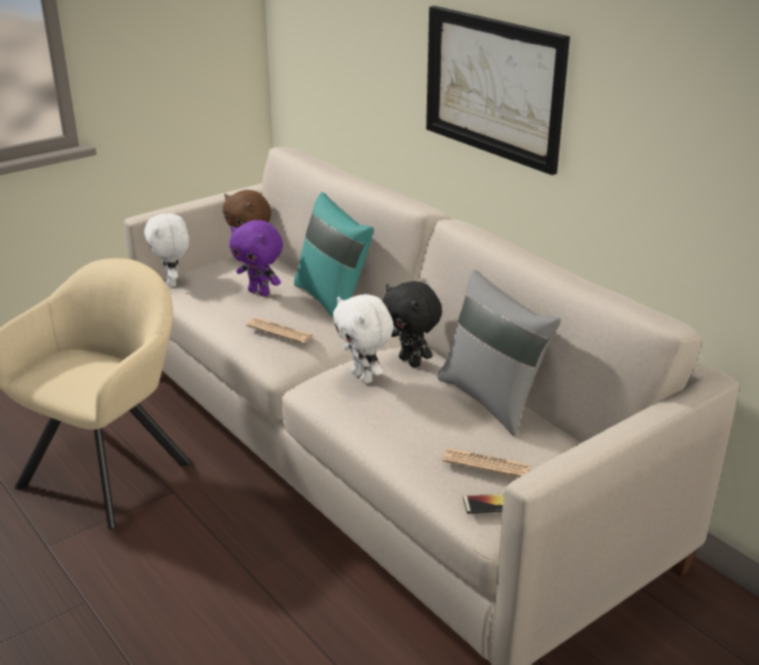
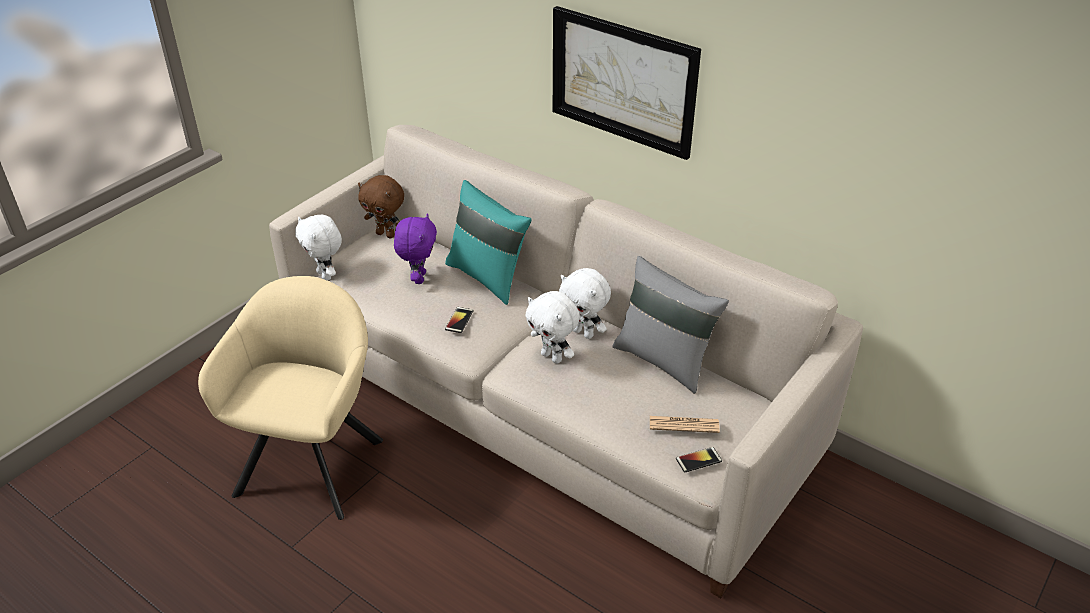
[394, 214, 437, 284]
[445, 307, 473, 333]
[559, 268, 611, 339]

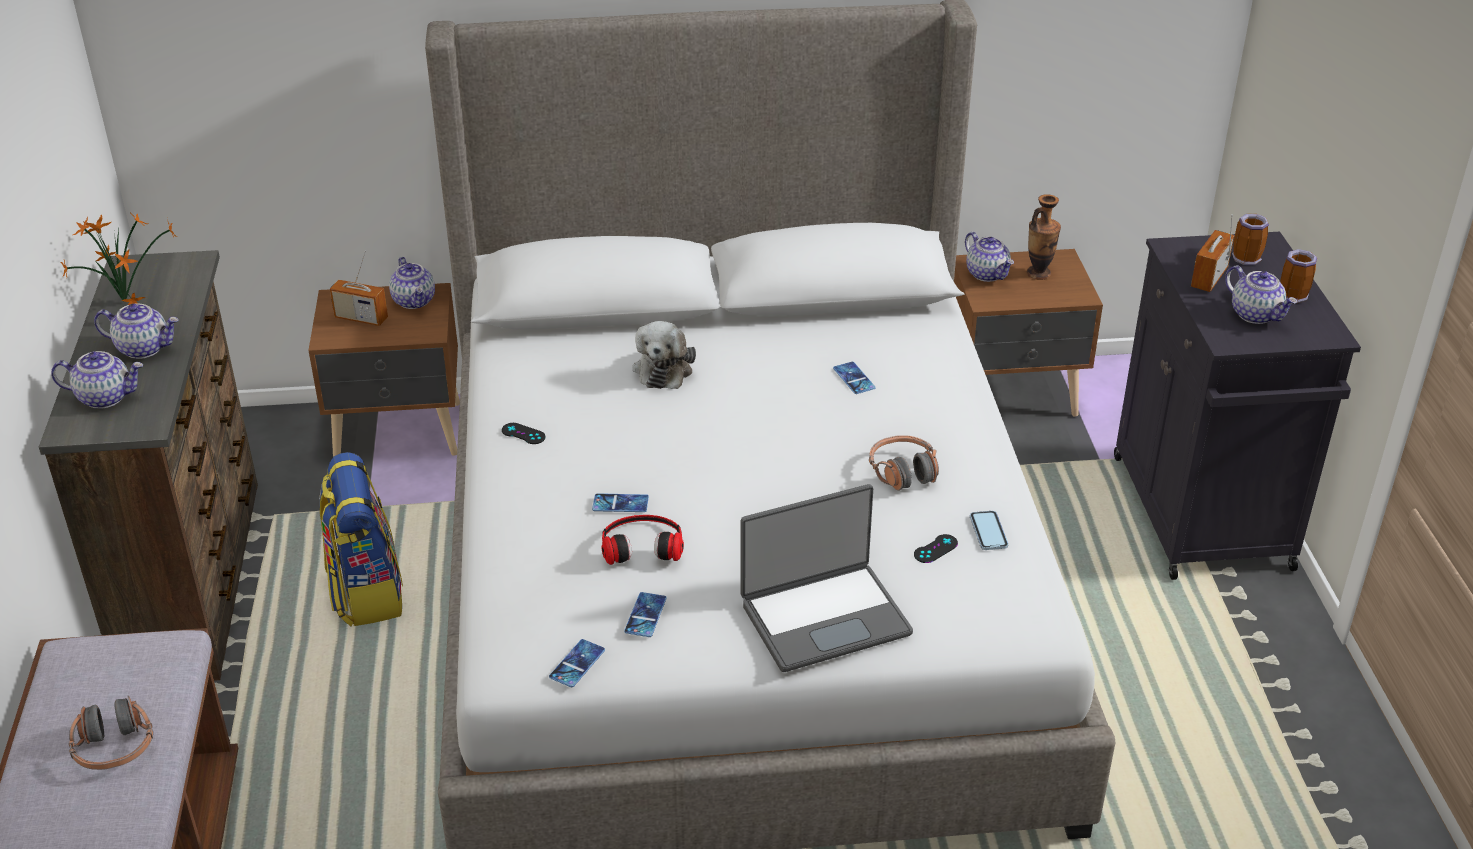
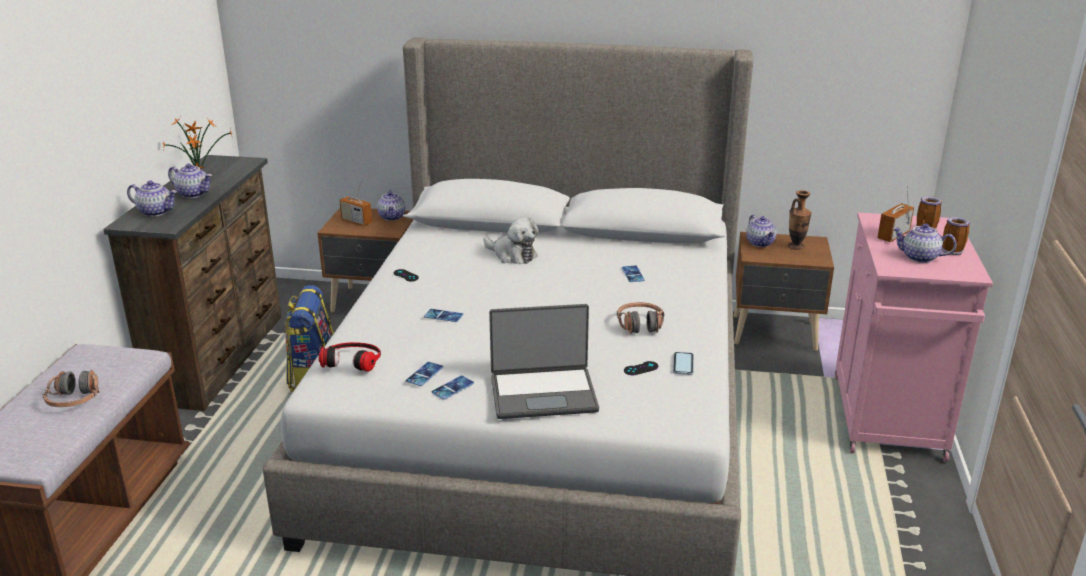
[319, 342, 381, 372]
[431, 375, 474, 400]
[484, 217, 539, 264]
[835, 212, 993, 462]
[892, 223, 956, 263]

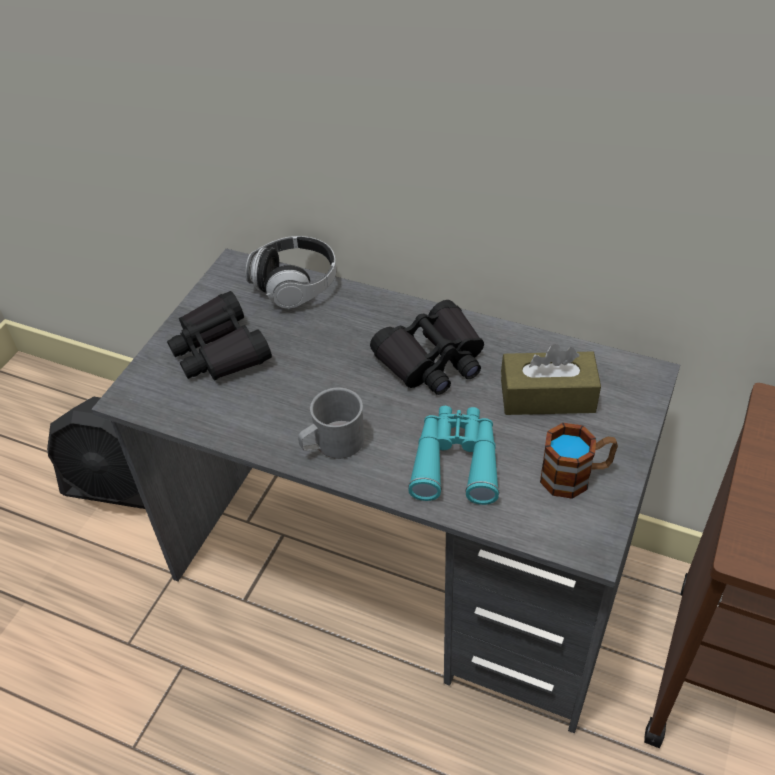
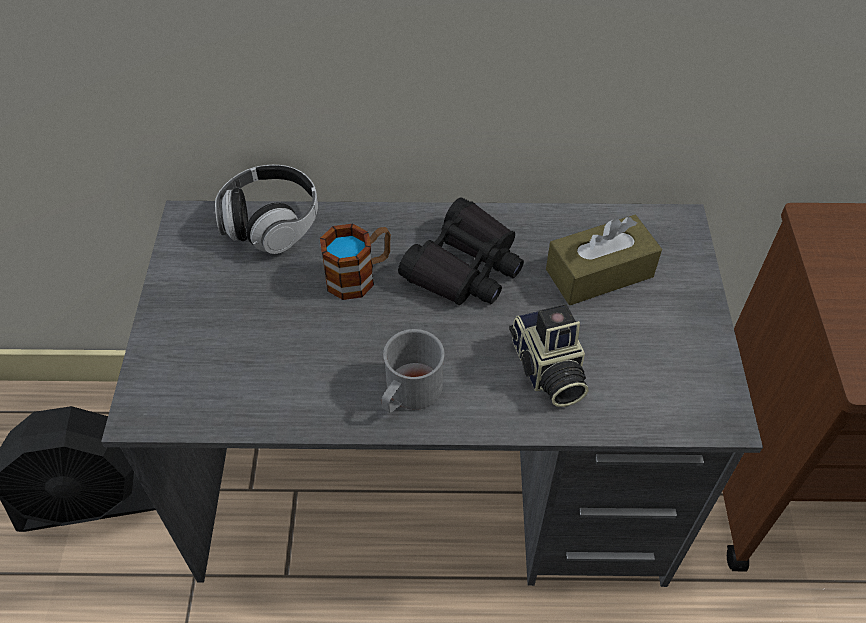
[320, 224, 391, 300]
[509, 304, 589, 407]
[167, 291, 272, 380] (first image)

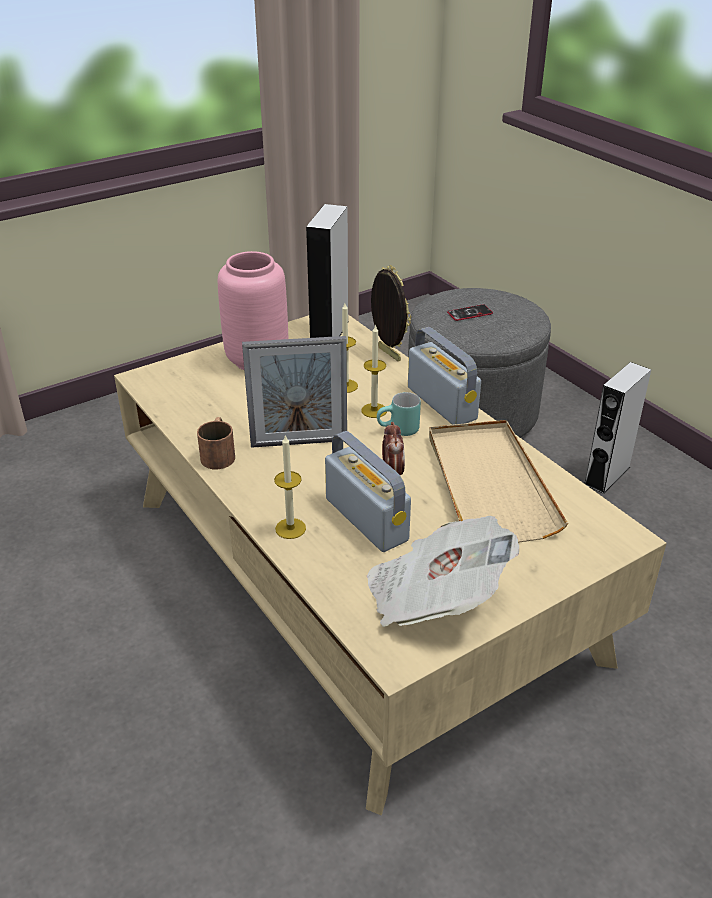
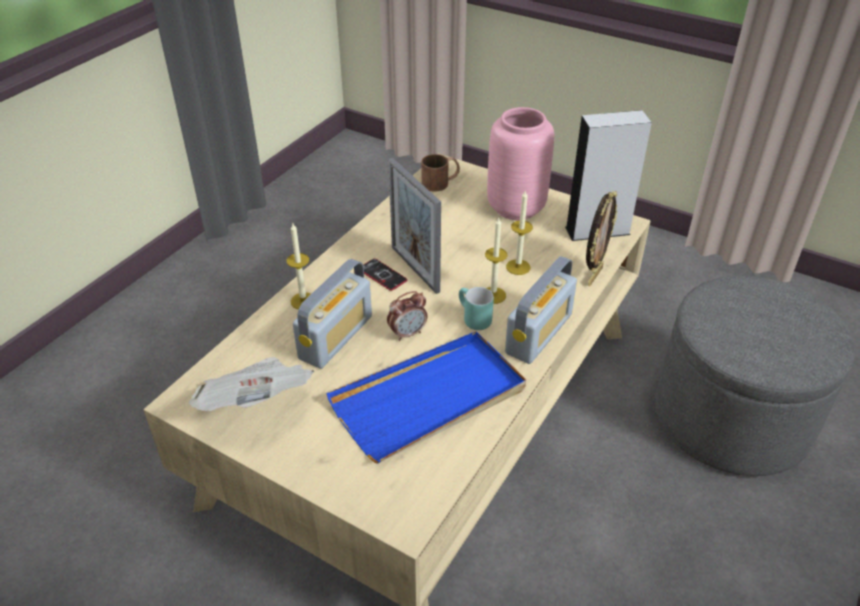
[326, 331, 526, 464]
[363, 258, 407, 291]
[421, 154, 460, 192]
[584, 362, 651, 494] (first image)

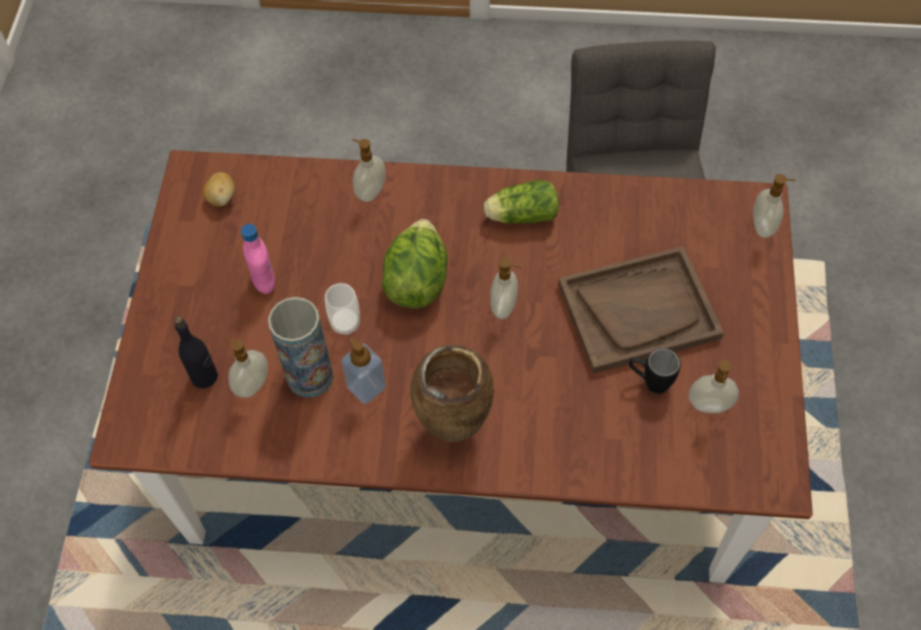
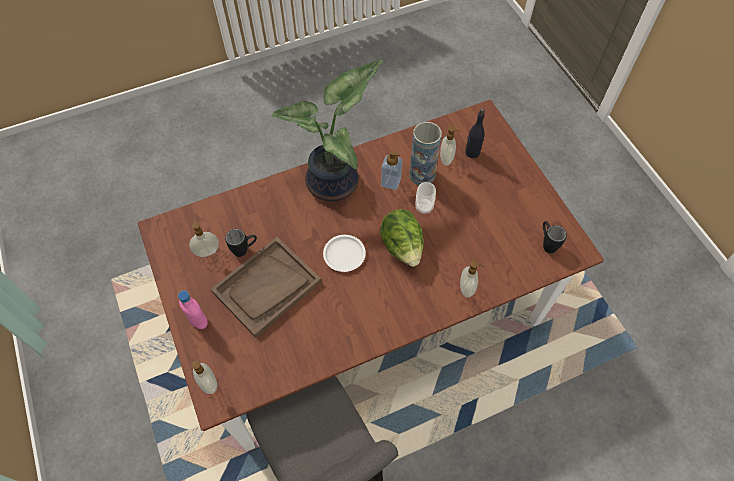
[178, 290, 208, 329]
[271, 60, 383, 201]
[323, 235, 366, 272]
[543, 221, 567, 253]
[484, 180, 559, 224] (first image)

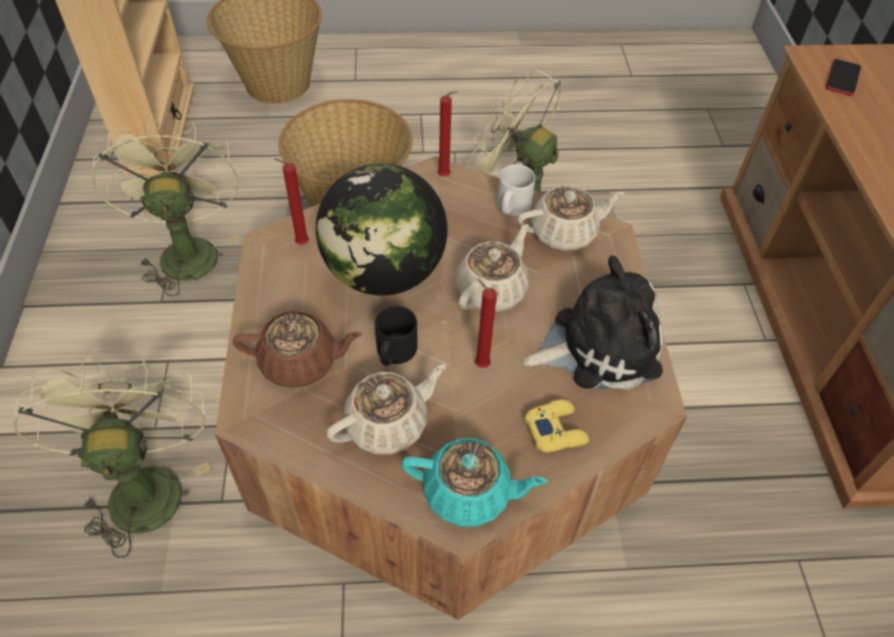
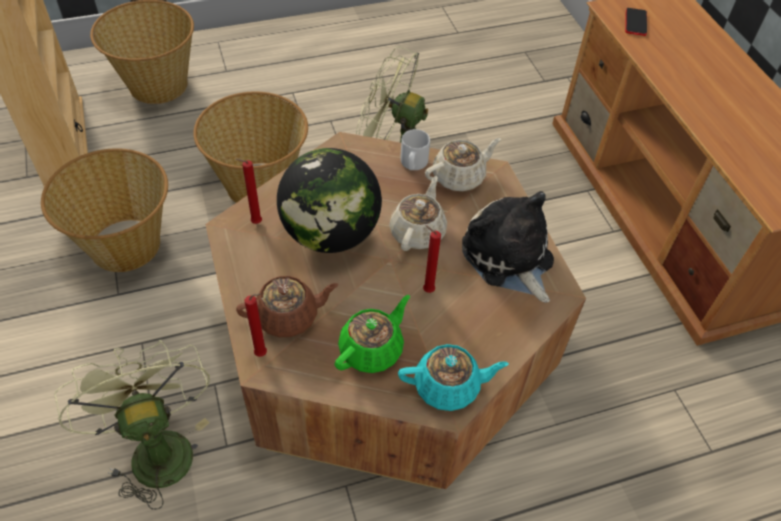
[41, 148, 168, 272]
[245, 293, 267, 357]
[334, 295, 410, 373]
[462, 191, 554, 303]
[375, 306, 418, 365] (first image)
[524, 399, 589, 453] (first image)

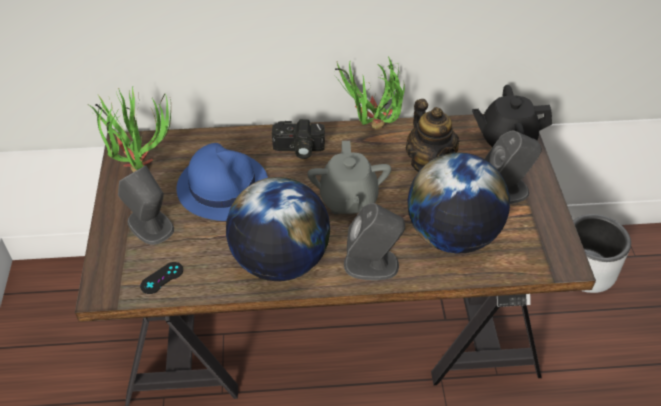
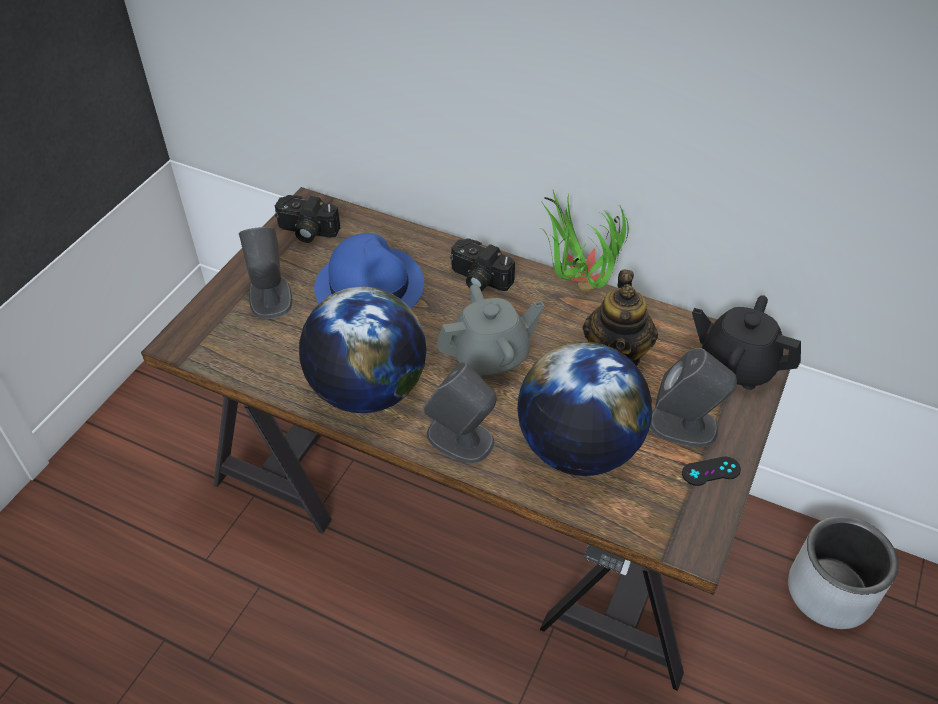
[275, 195, 340, 243]
[437, 284, 544, 378]
[682, 457, 741, 486]

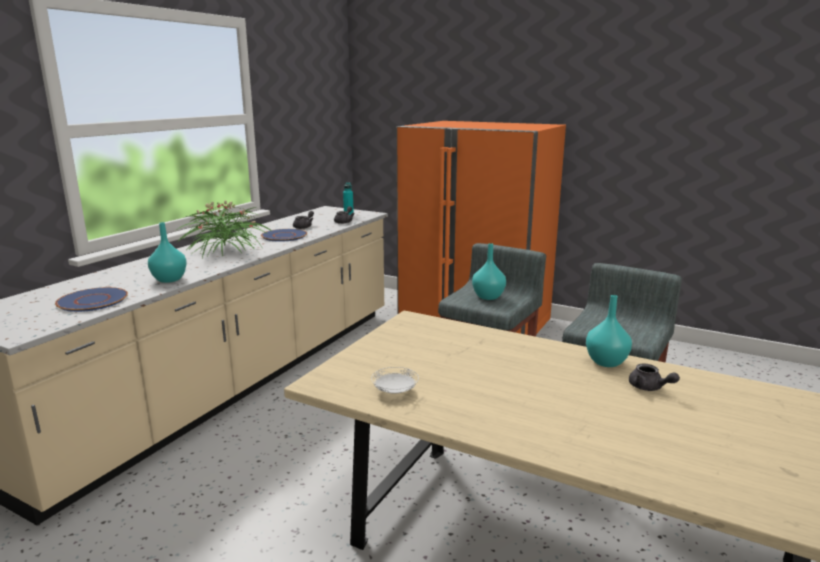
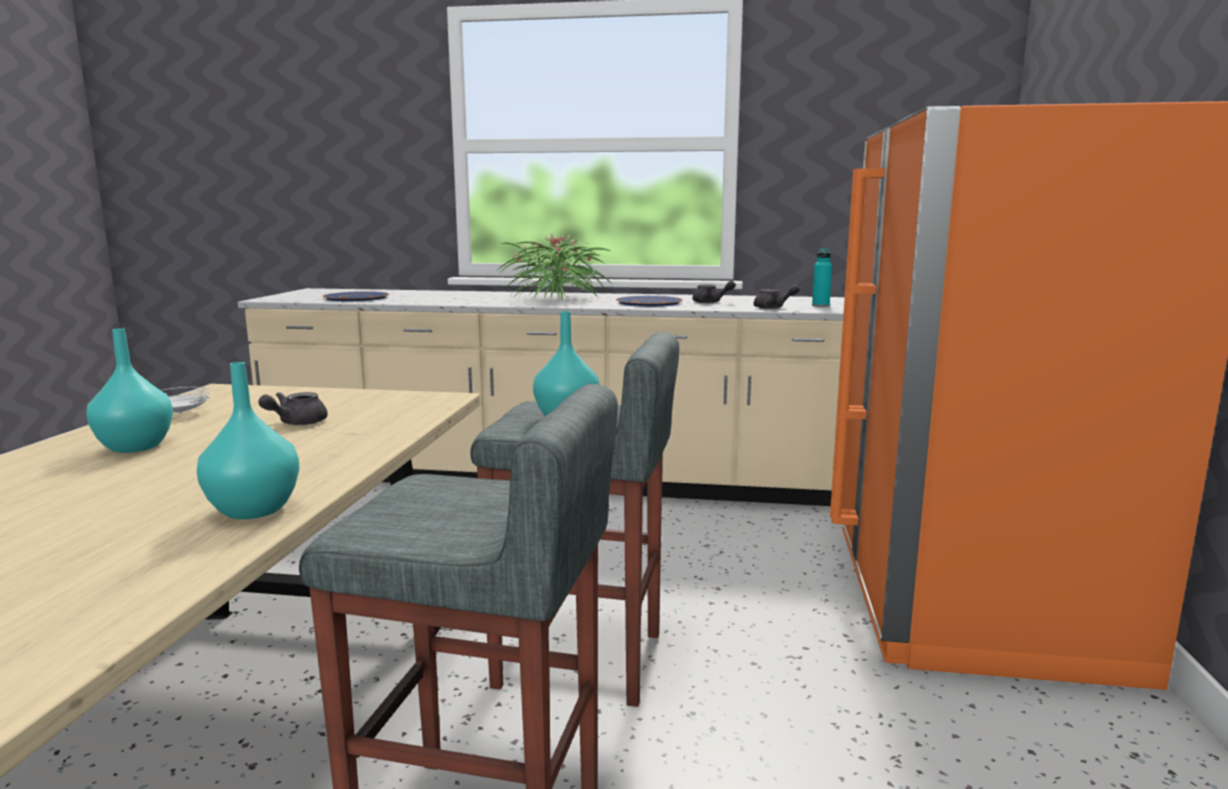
[86, 328, 173, 453]
[259, 392, 328, 425]

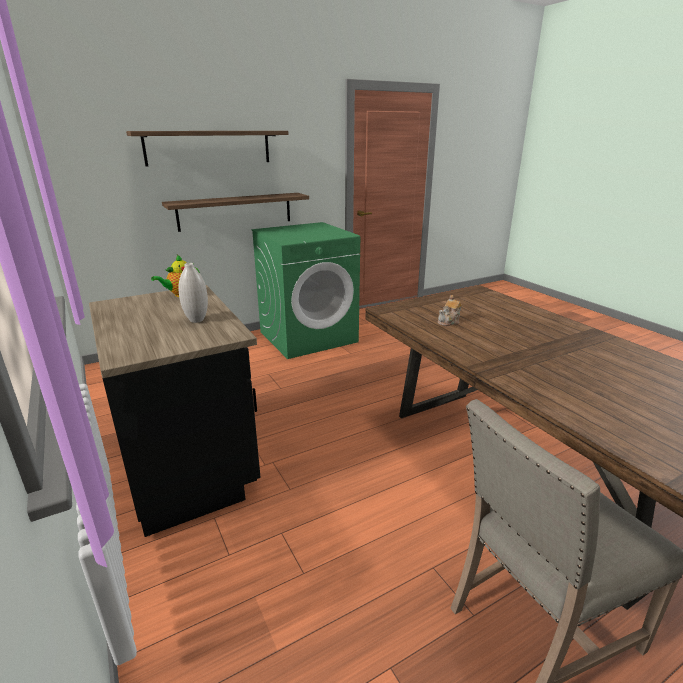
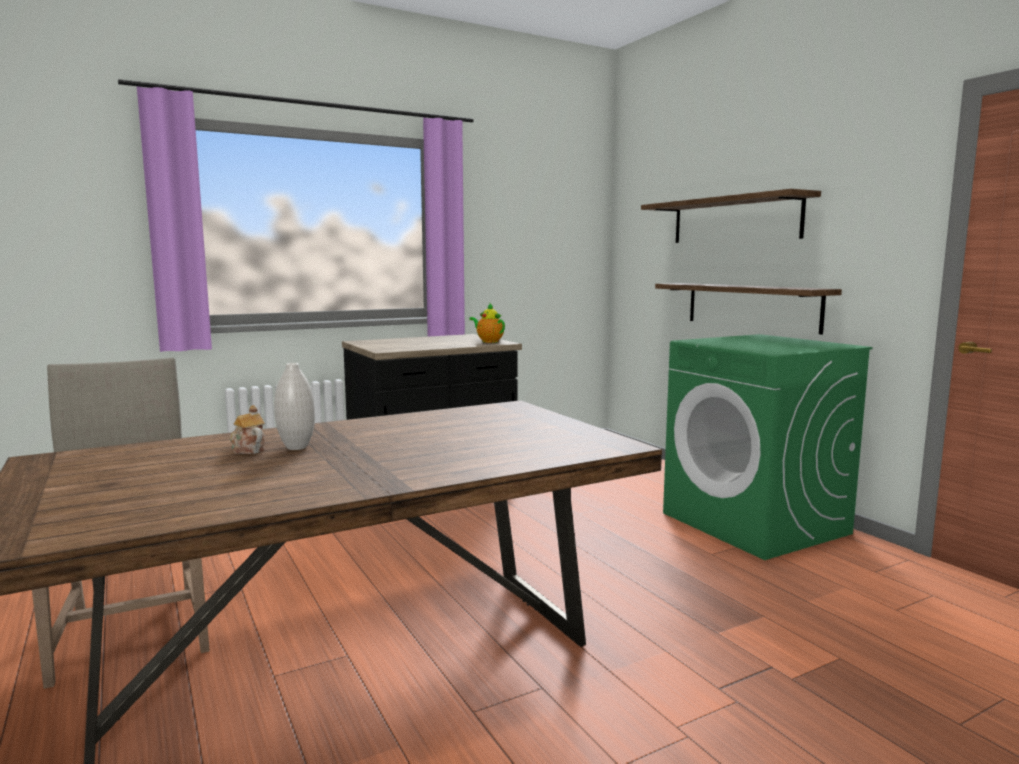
[230, 405, 265, 454]
[274, 363, 315, 450]

